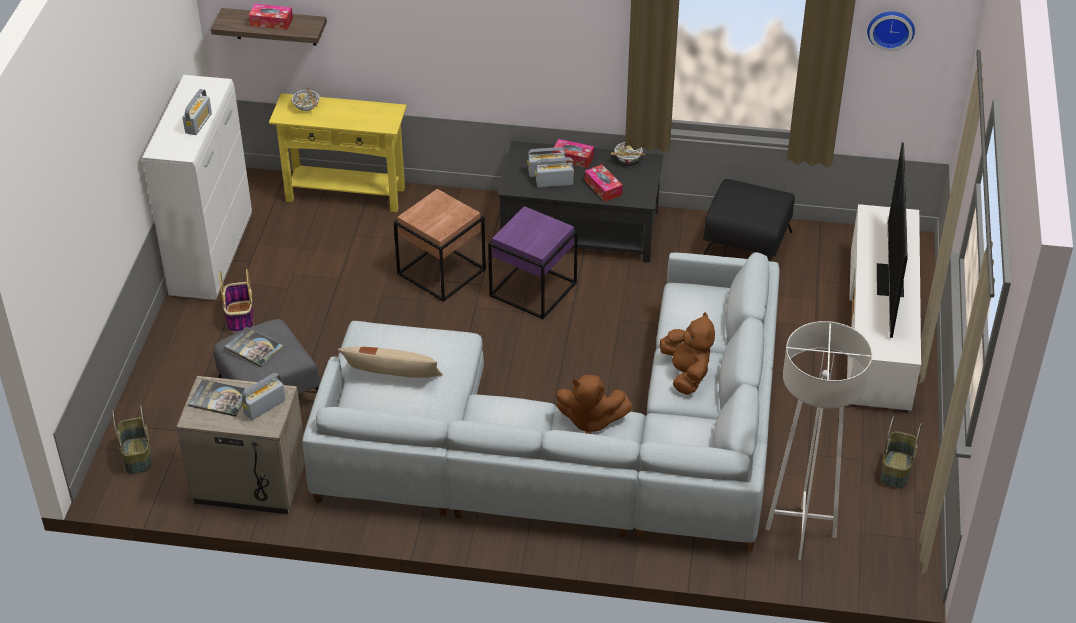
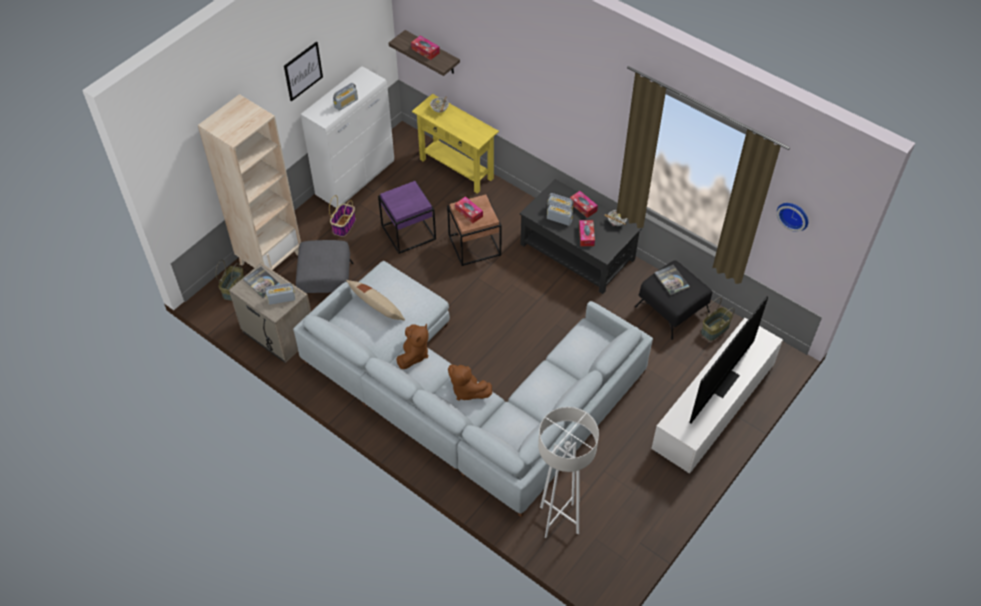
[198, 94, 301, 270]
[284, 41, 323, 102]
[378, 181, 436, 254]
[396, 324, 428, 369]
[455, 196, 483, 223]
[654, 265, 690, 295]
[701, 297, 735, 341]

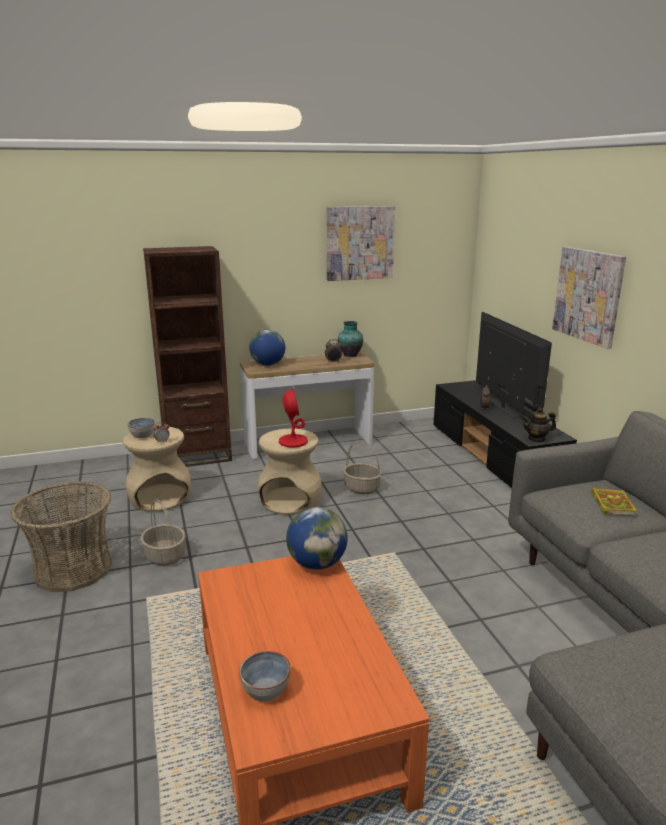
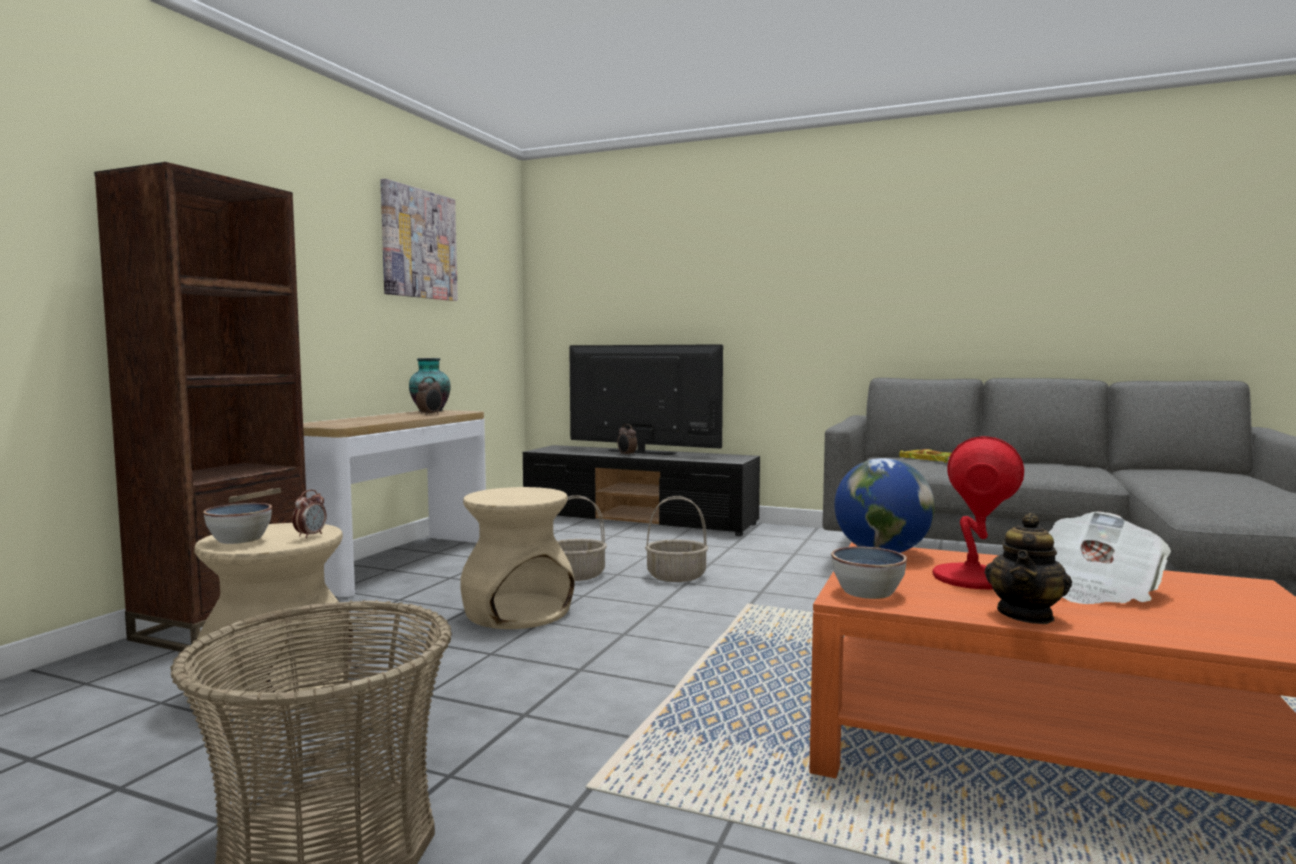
[645, 496, 708, 582]
[831, 546, 907, 599]
[932, 436, 1024, 590]
[985, 513, 1072, 624]
[1048, 512, 1171, 604]
[249, 330, 285, 366] (first image)
[552, 247, 626, 349] (first image)

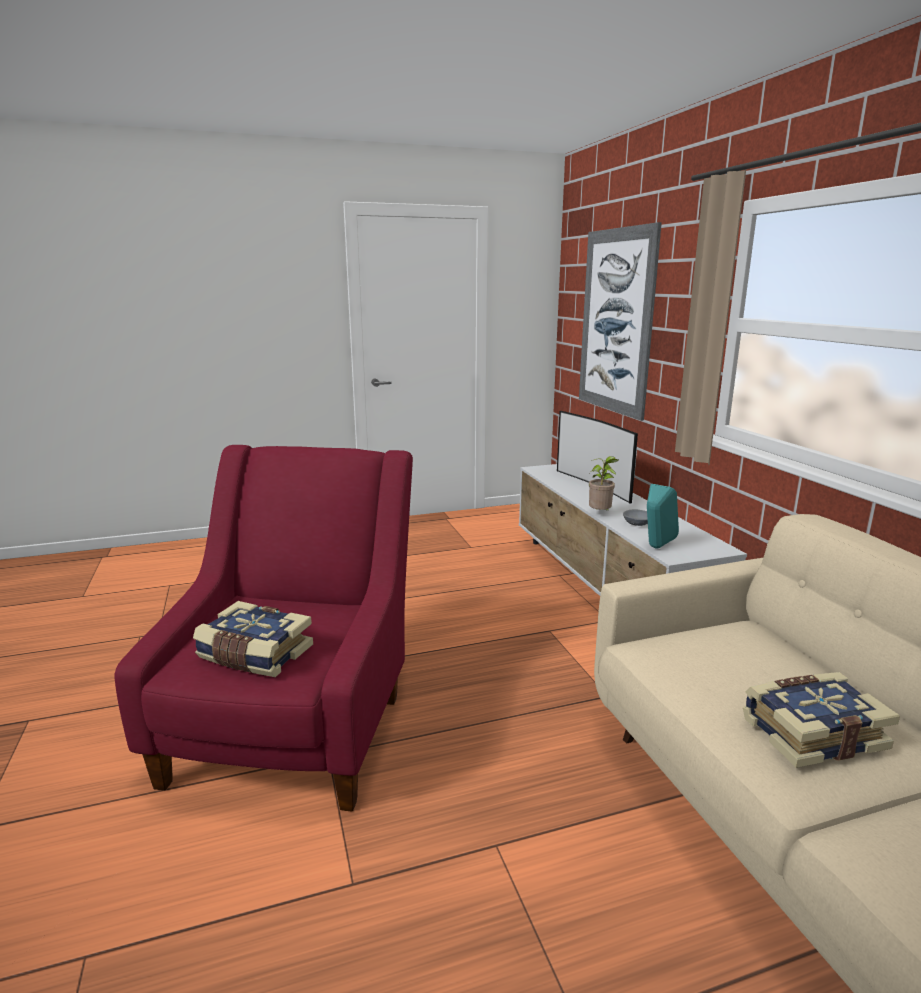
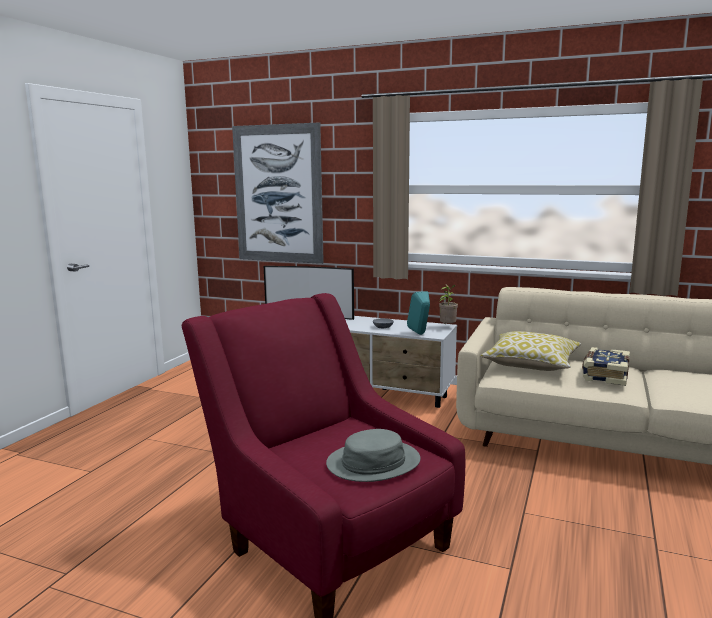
[326, 429, 420, 482]
[439, 285, 458, 324]
[481, 331, 581, 371]

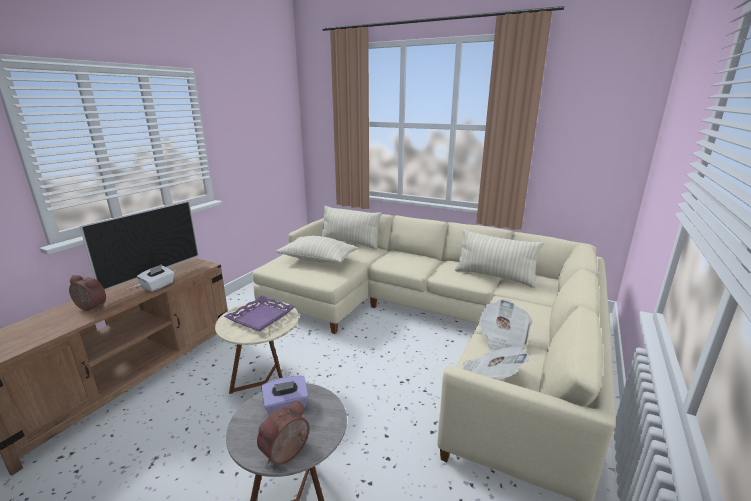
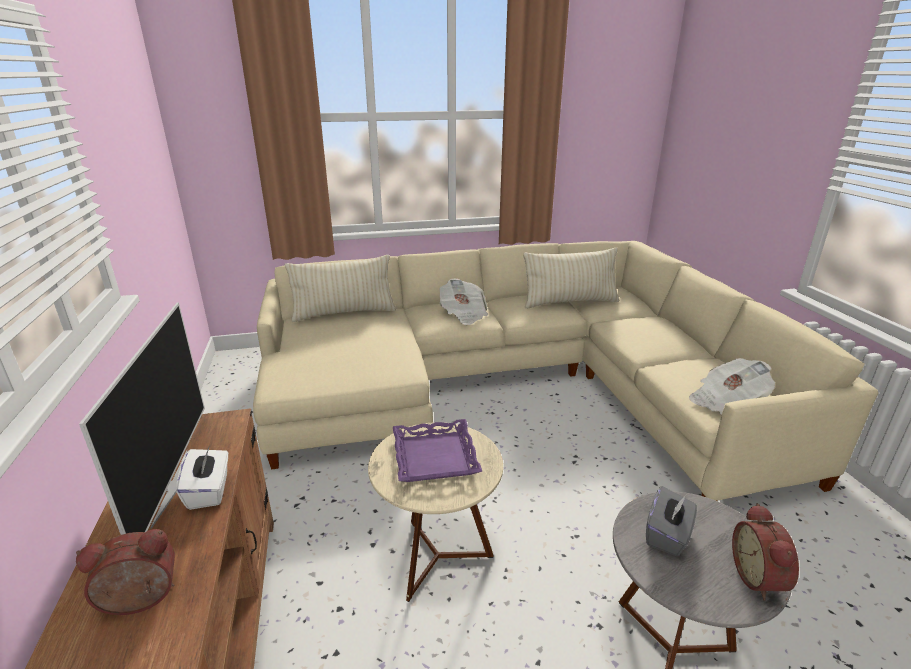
[439, 278, 488, 325]
[646, 486, 697, 556]
[276, 236, 358, 263] (first image)

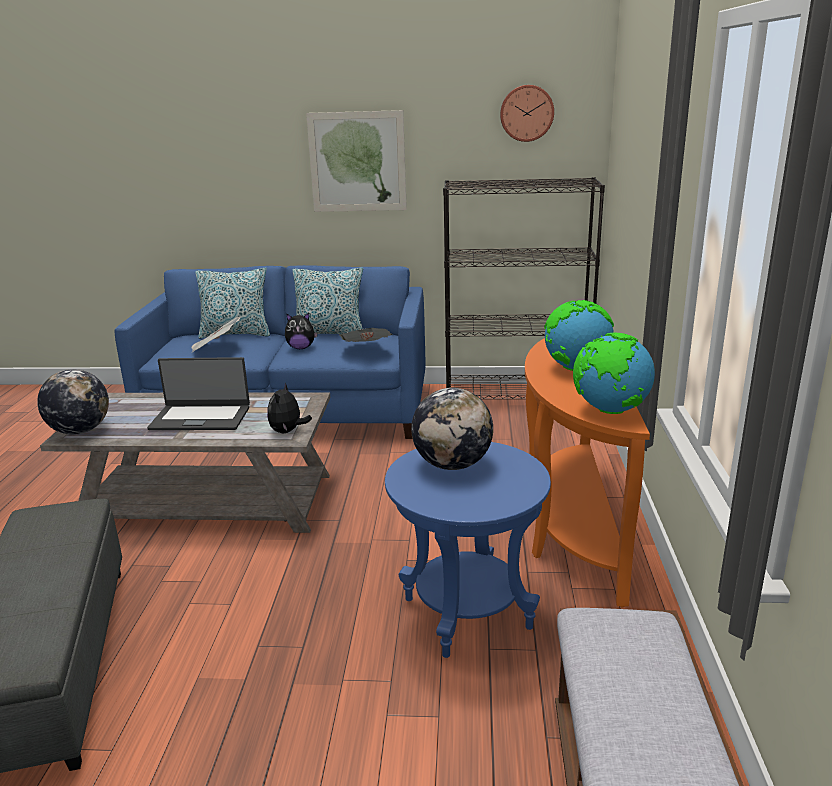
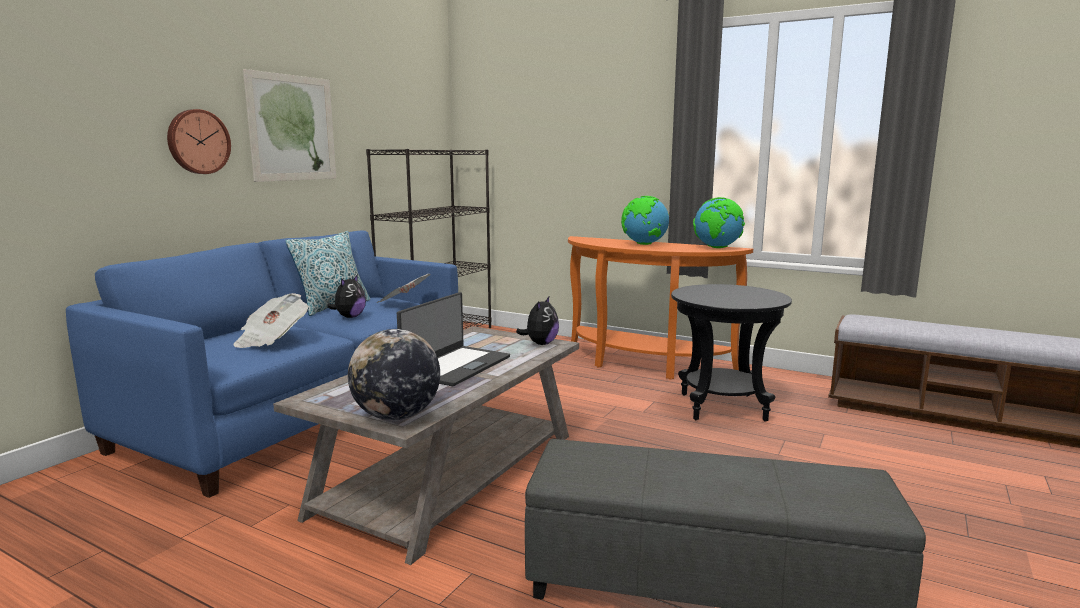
[167, 109, 231, 174]
[516, 297, 559, 345]
[671, 284, 792, 422]
[195, 268, 270, 339] (first image)
[411, 388, 493, 470] (first image)

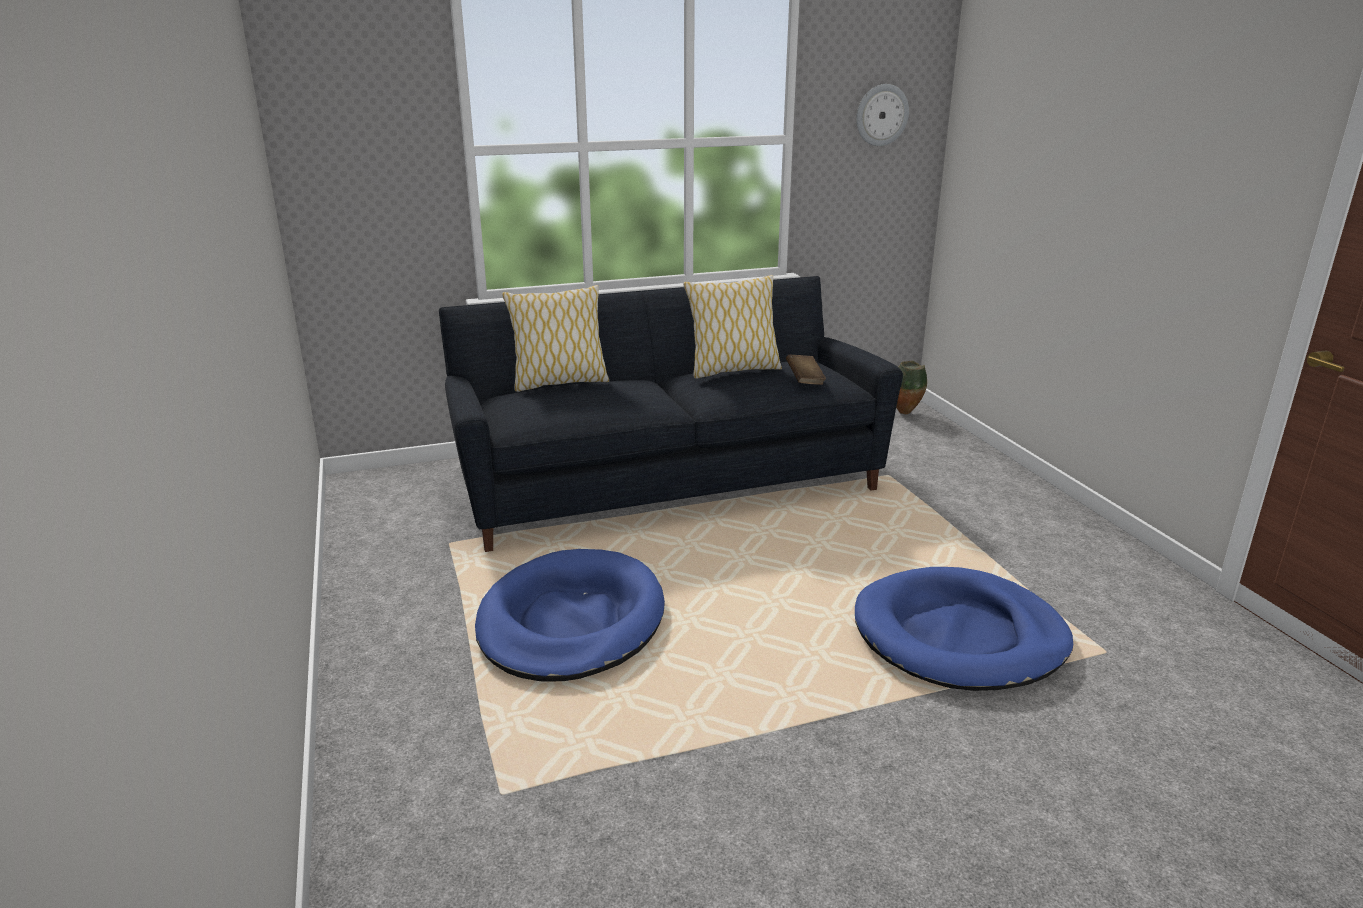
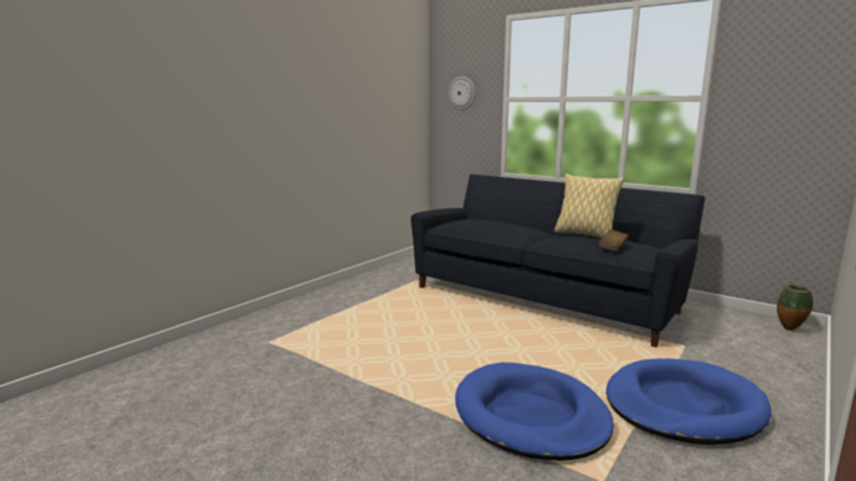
[448, 76, 476, 110]
[606, 358, 771, 445]
[502, 285, 609, 392] (first image)

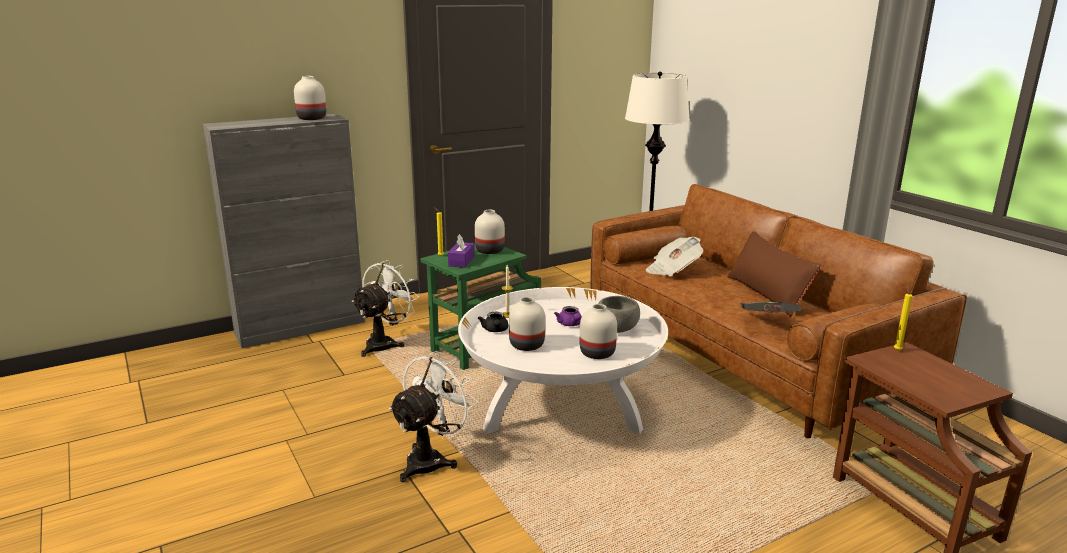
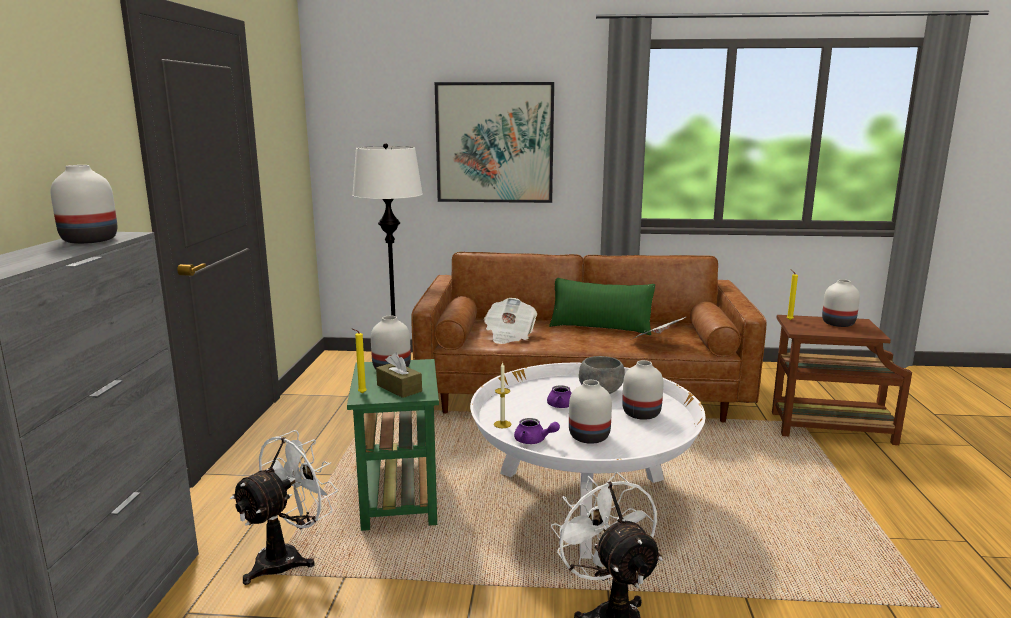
[230, 430, 338, 585]
[376, 353, 422, 398]
[435, 82, 554, 203]
[514, 418, 560, 444]
[549, 278, 655, 335]
[822, 279, 860, 327]

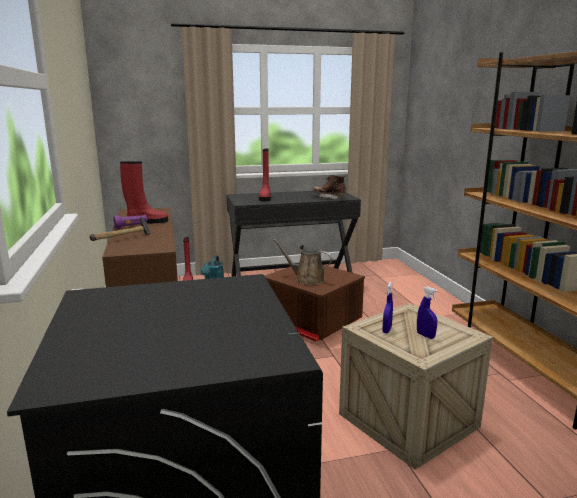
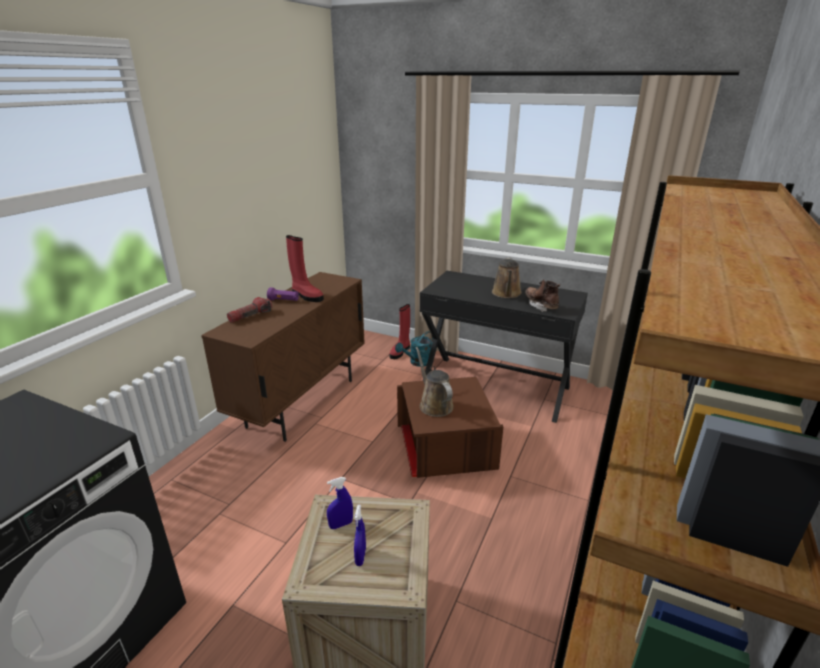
[227, 297, 272, 323]
[492, 258, 522, 298]
[259, 148, 271, 201] (first image)

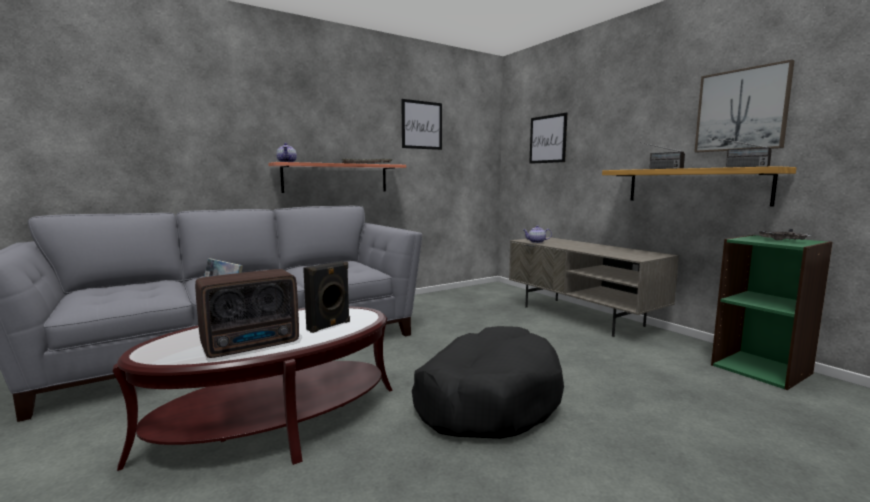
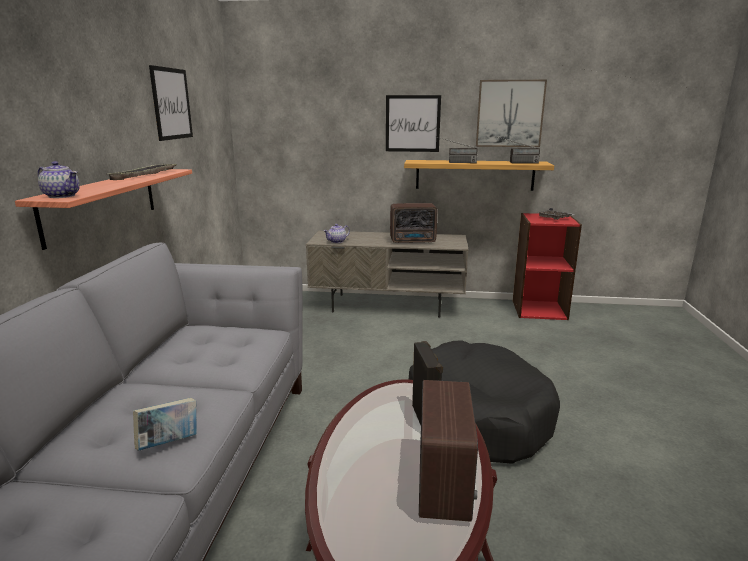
[386, 95, 441, 152]
[390, 203, 437, 243]
[513, 213, 582, 320]

